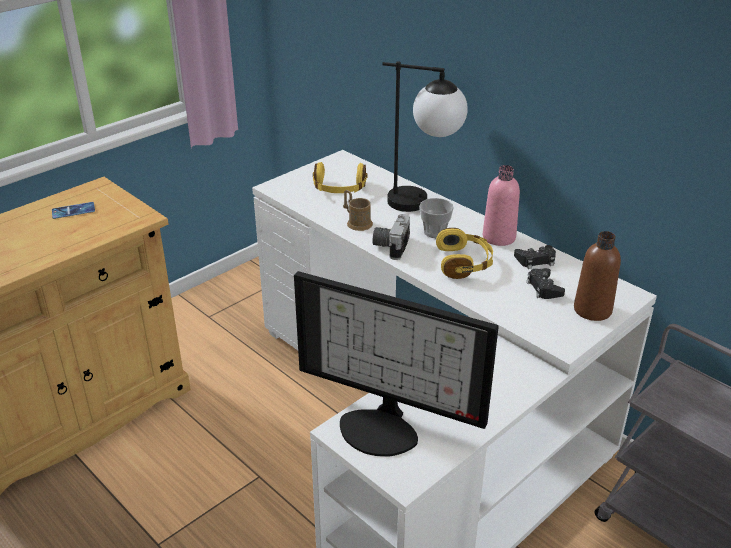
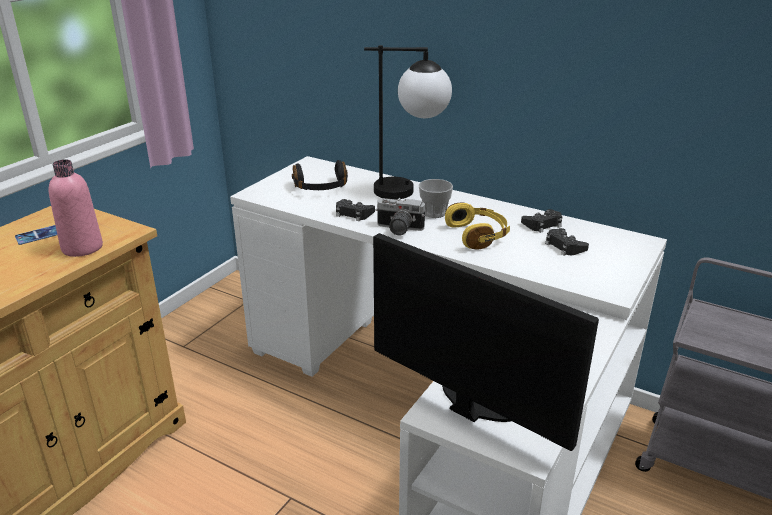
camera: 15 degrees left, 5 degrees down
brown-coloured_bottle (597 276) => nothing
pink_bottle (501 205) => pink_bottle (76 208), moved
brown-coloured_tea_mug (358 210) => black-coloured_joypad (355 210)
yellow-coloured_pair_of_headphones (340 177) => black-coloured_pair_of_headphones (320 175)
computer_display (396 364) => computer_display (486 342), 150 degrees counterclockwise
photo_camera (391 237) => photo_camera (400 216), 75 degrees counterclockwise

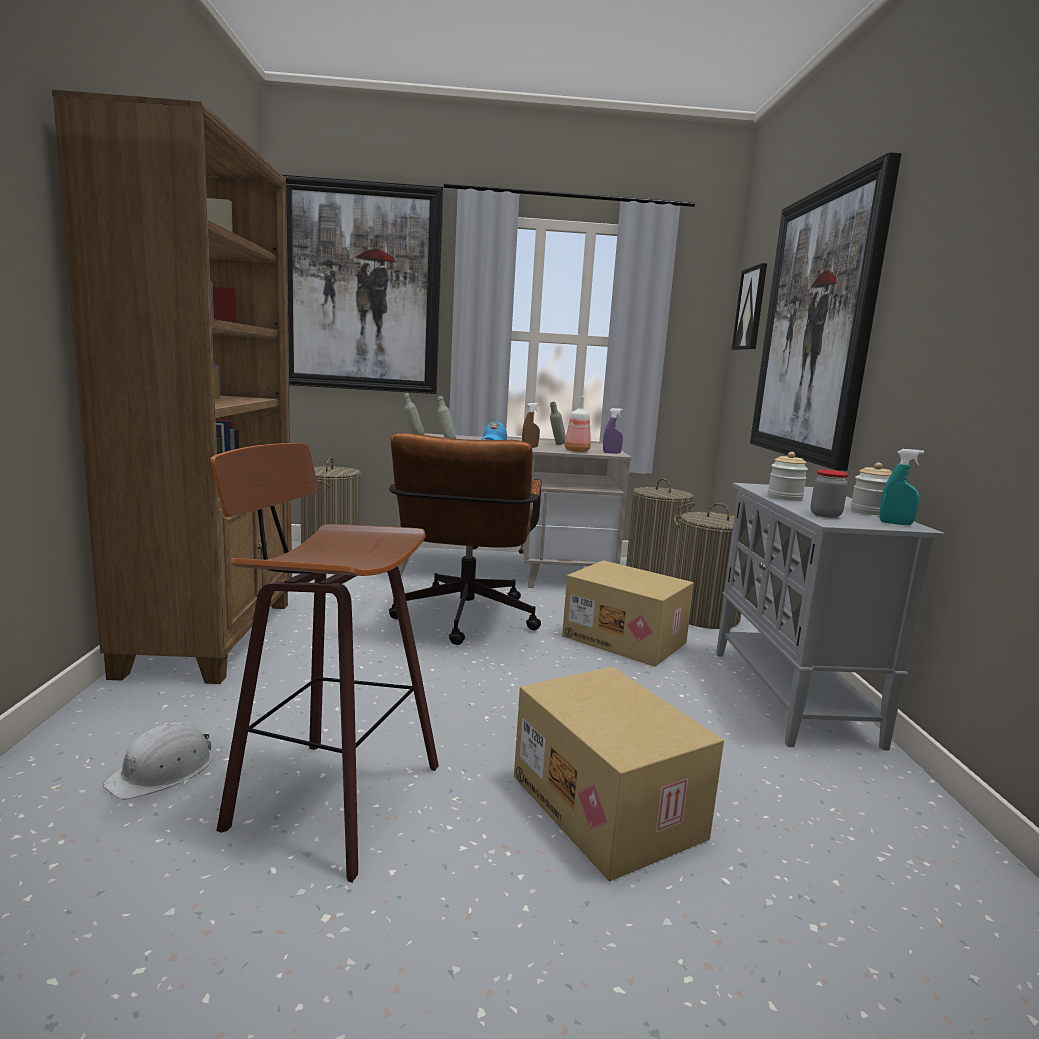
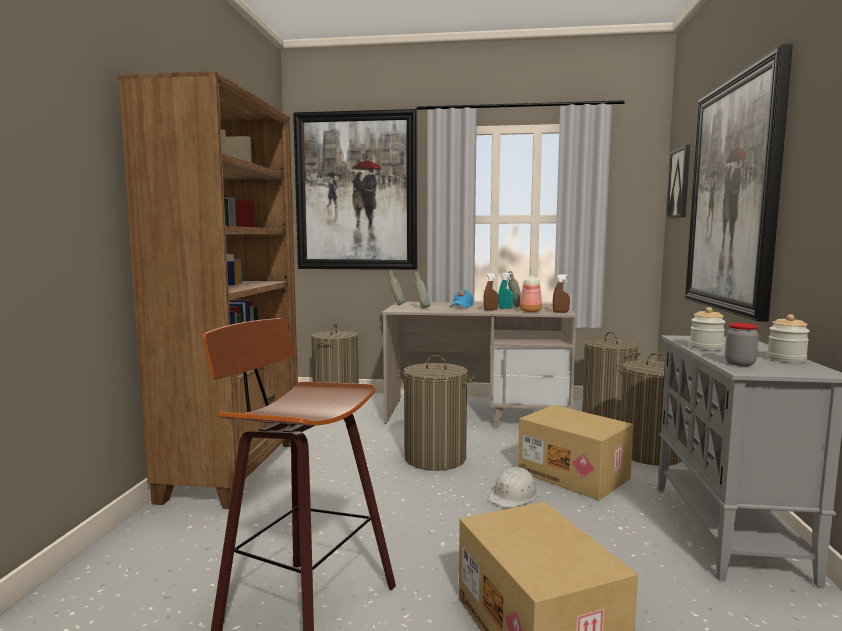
camera: 10 degrees right, 5 degrees down
whitish_work_helmet (157 761) => whitish_work_helmet (513 487), moved
turquoise-coloured_sprayer (902 487) => turquoise-coloured_sprayer (506 291), moved
brown-coloured_computer_chair (465 539) => washing_basket (436 413)
purplish_sprayer (613 431) => brown-coloured_sprayer (561 293)

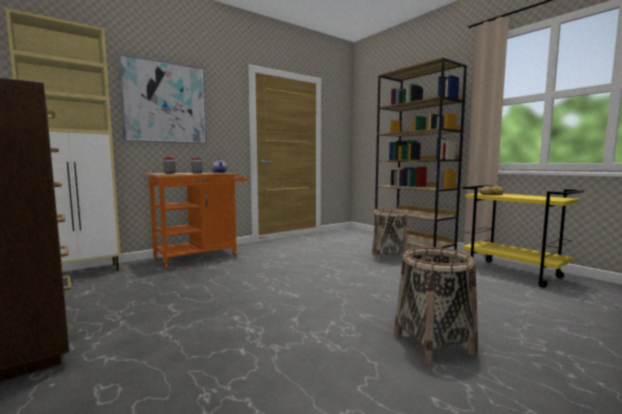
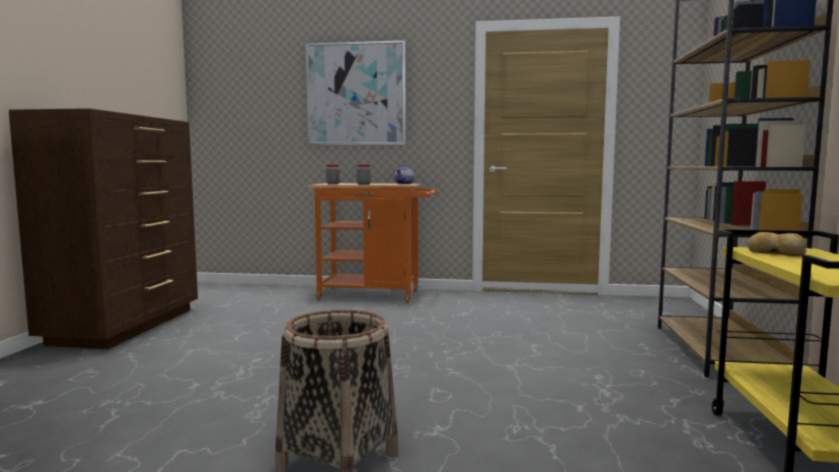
camera: 45 degrees right, 0 degrees up
beige-coloured_cupboard (63 139) => nothing
basket (390 234) => nothing

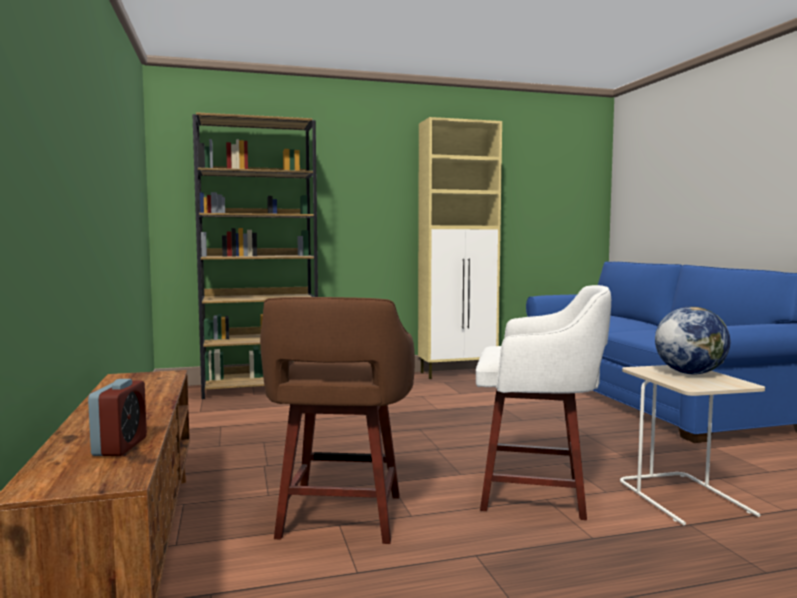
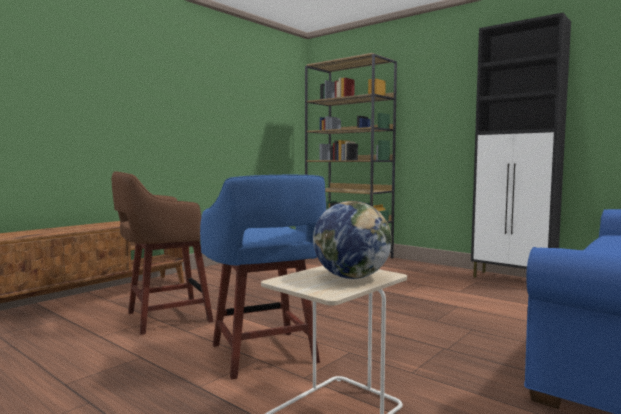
camera: 55 degrees right, 0 degrees up
table_clock (117 417) => nothing
beige-coloured_cupboard (460 248) => black-coloured_cupboard (521 145)
whitish_sitting_stool (543 402) => blue-coloured_sitting_stool (263 277)

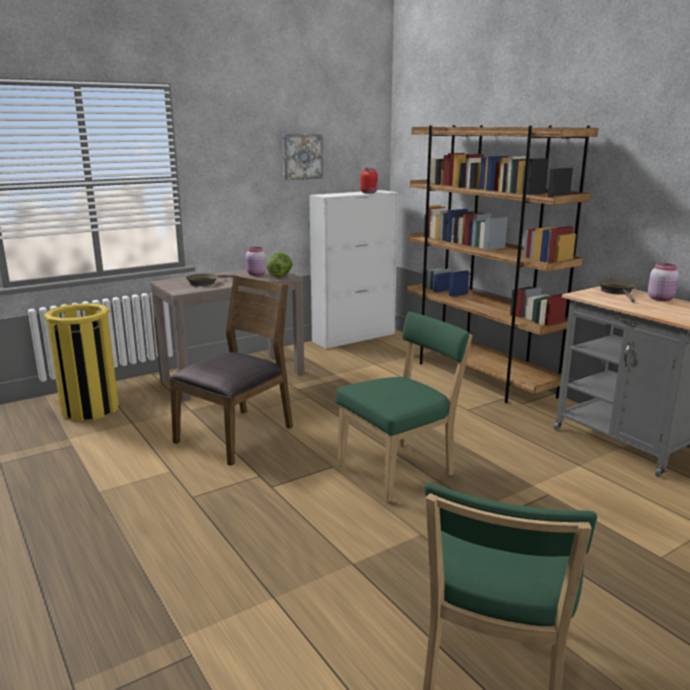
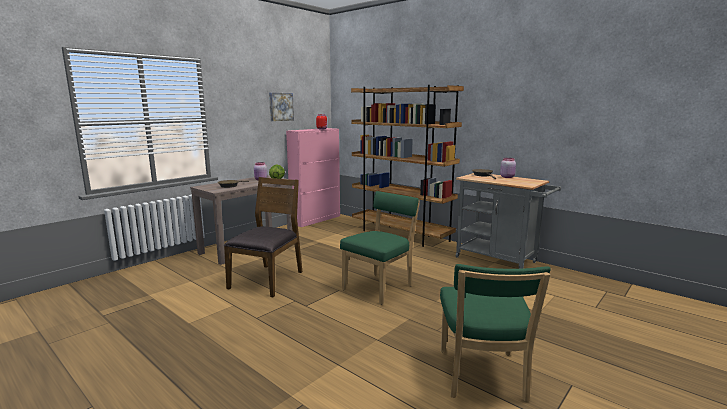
camera: 15 degrees left, 5 degrees down
yellow-coloured_trash_can (81 362) => nothing
whitish_cupboard (353 269) => pink_cupboard (313 177)

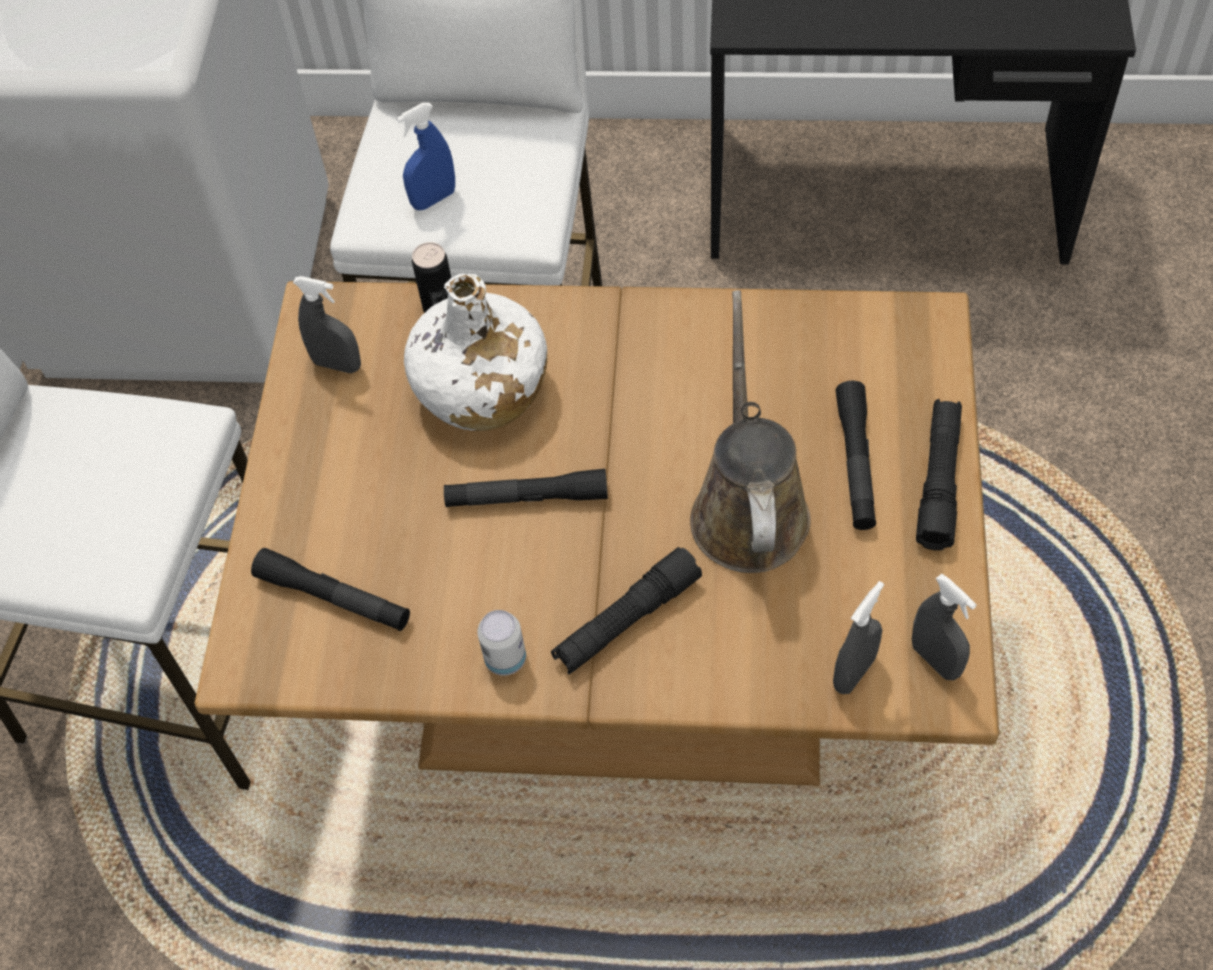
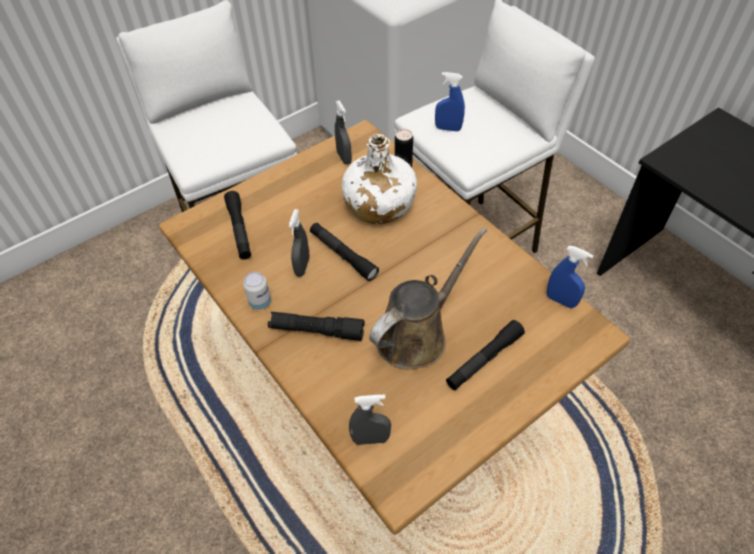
camera: 45 degrees right, 5 degrees down
black-coloured_flashlight (939 474) => nothing
nothing => blue-coloured_sprayer (570 277)
grey_sprayer (944 627) => grey_sprayer (299 243), moved

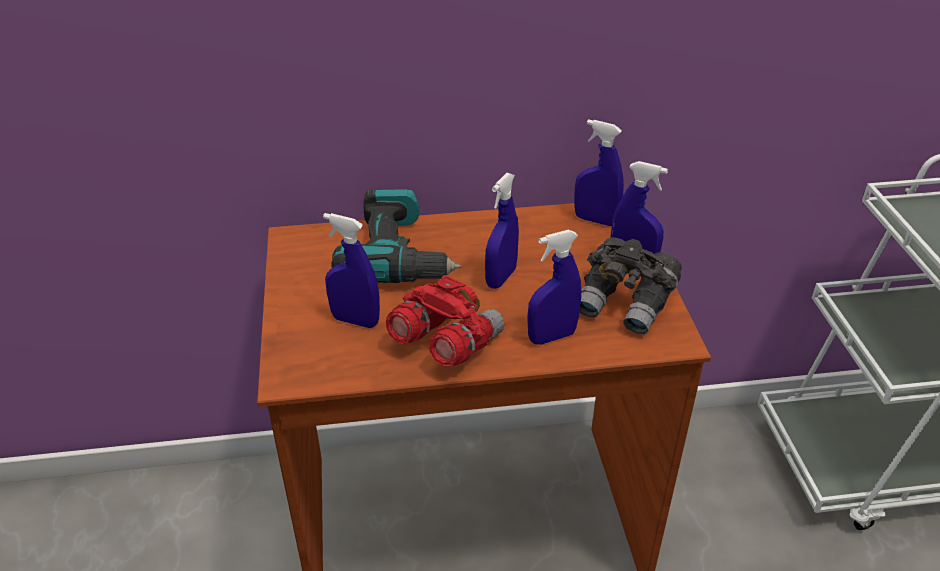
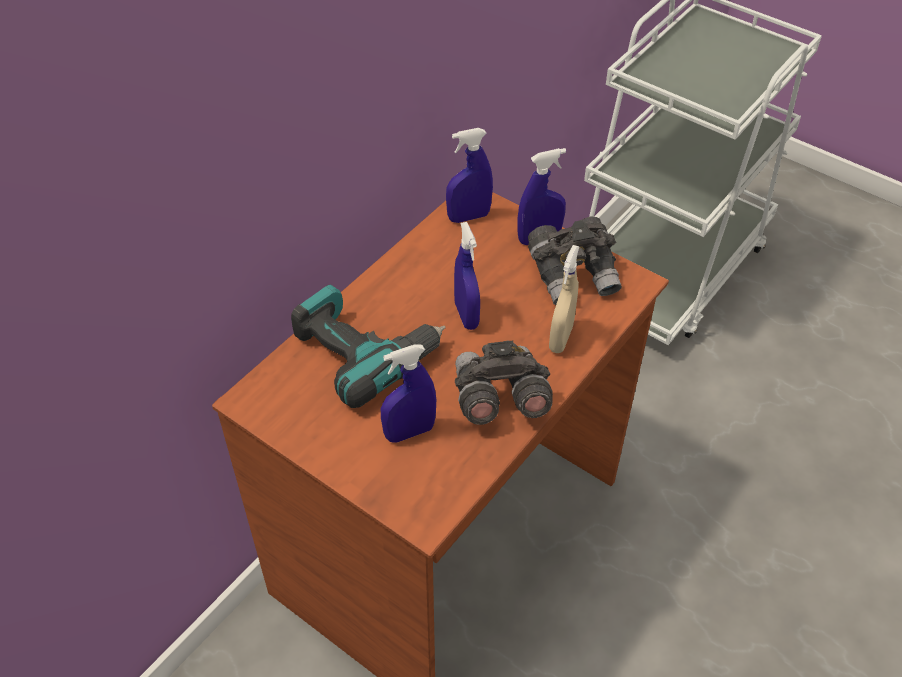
camera: 45 degrees left, 10 degrees up
red-coloured_pair_of_binoculars (445 320) => grey_pair_of_binoculars (504 382)
blue-coloured_sprayer (554 287) => beige-coloured_sprayer (564 299)

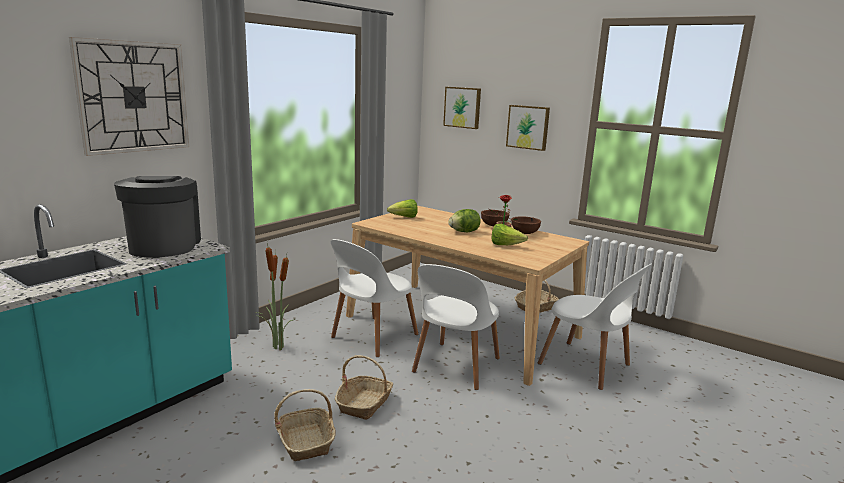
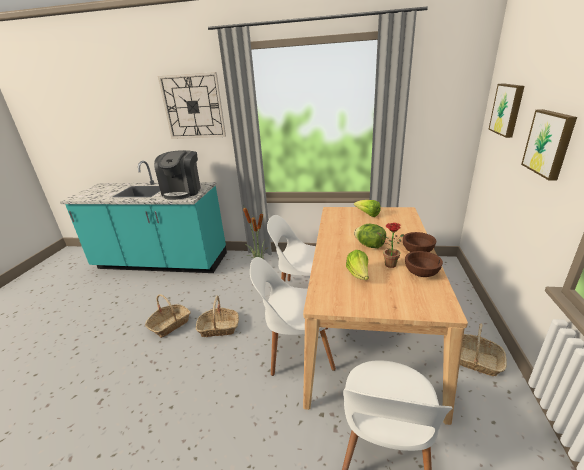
camera: 65 degrees right, 10 degrees up
coffee_maker (157 216) => coffee_maker (177 175), 135 degrees clockwise

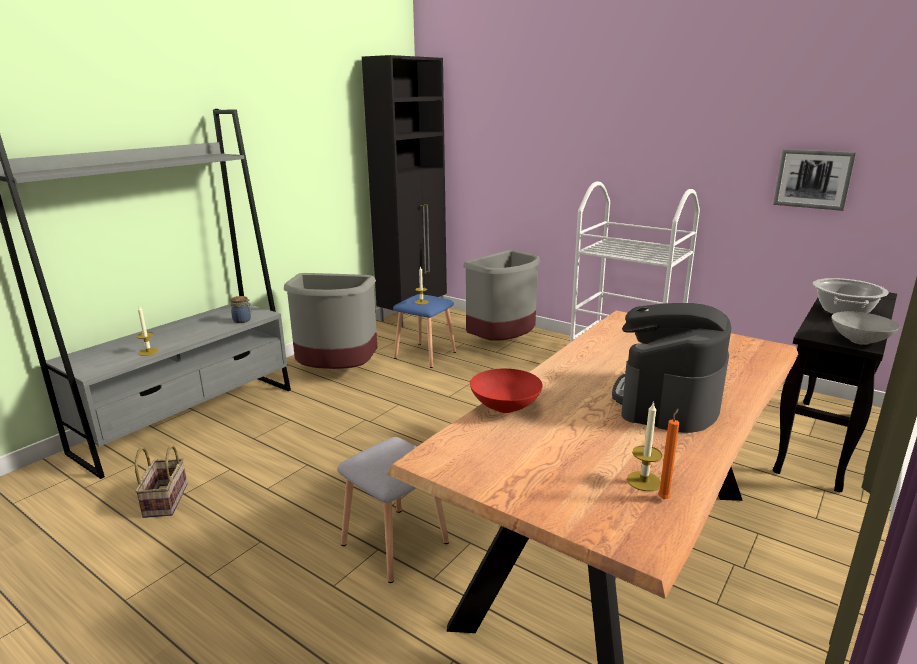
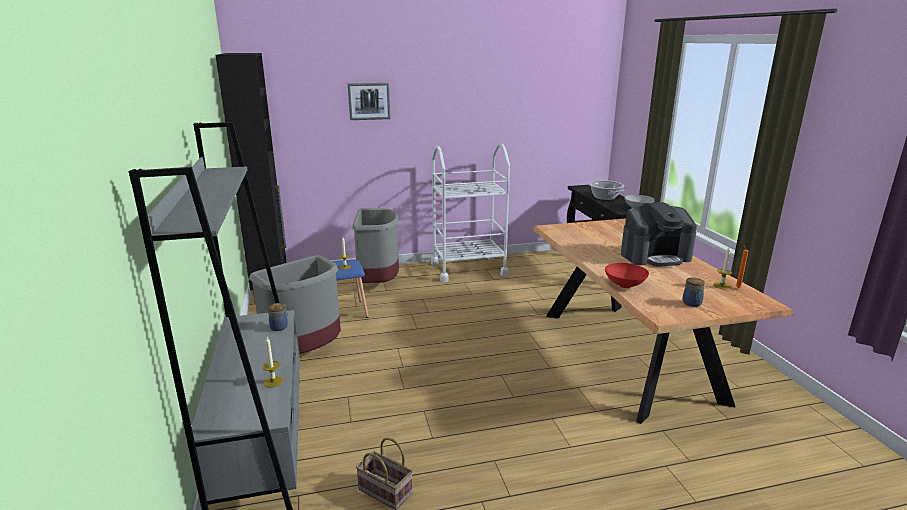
camera: 50 degrees left, 0 degrees up
grey_sitting_stool (393 510) => nothing
nothing => storage_jar (694 292)
wall_picture (814 180) => wall_picture (369 101), moved
coffee_maker (672 368) => coffee_maker (659 234), 75 degrees counterclockwise

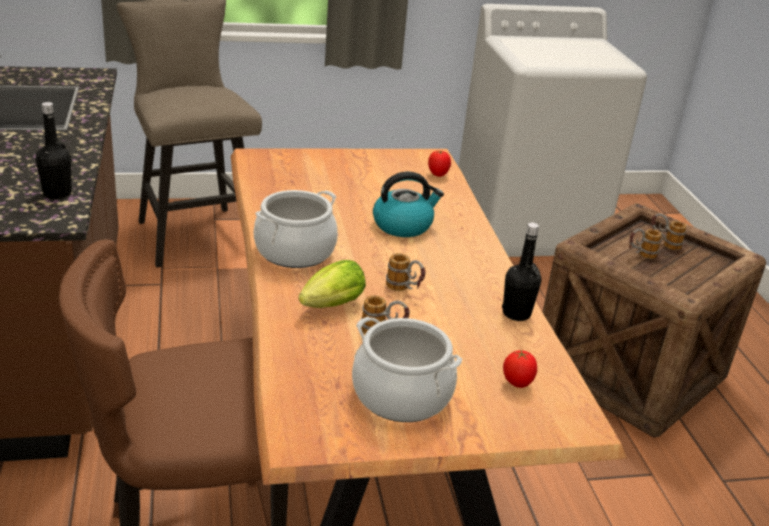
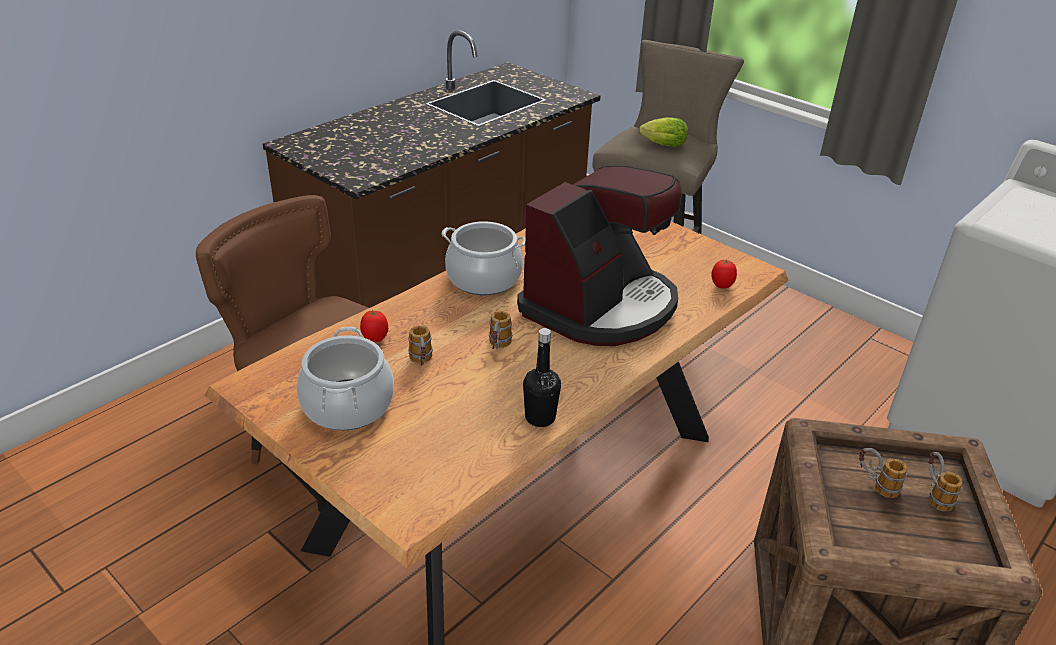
camera: 55 degrees right, 5 degrees up
black-coloured_bottle (53 150) => nothing
head_of_lettuce (332 284) => head_of_lettuce (663 132), moved
whole_tomato (520 369) => whole_tomato (374 326), moved
kettle (408 204) => coffee_maker (599 256)

